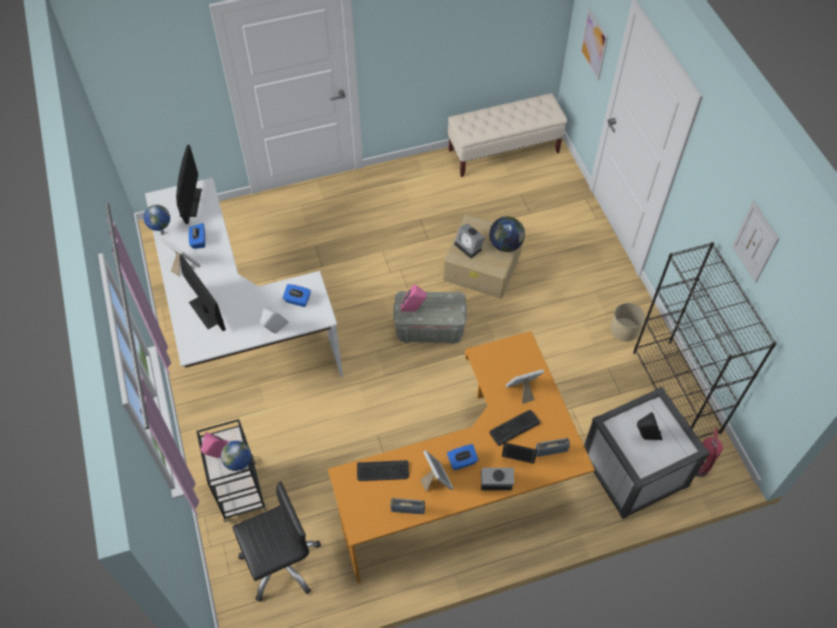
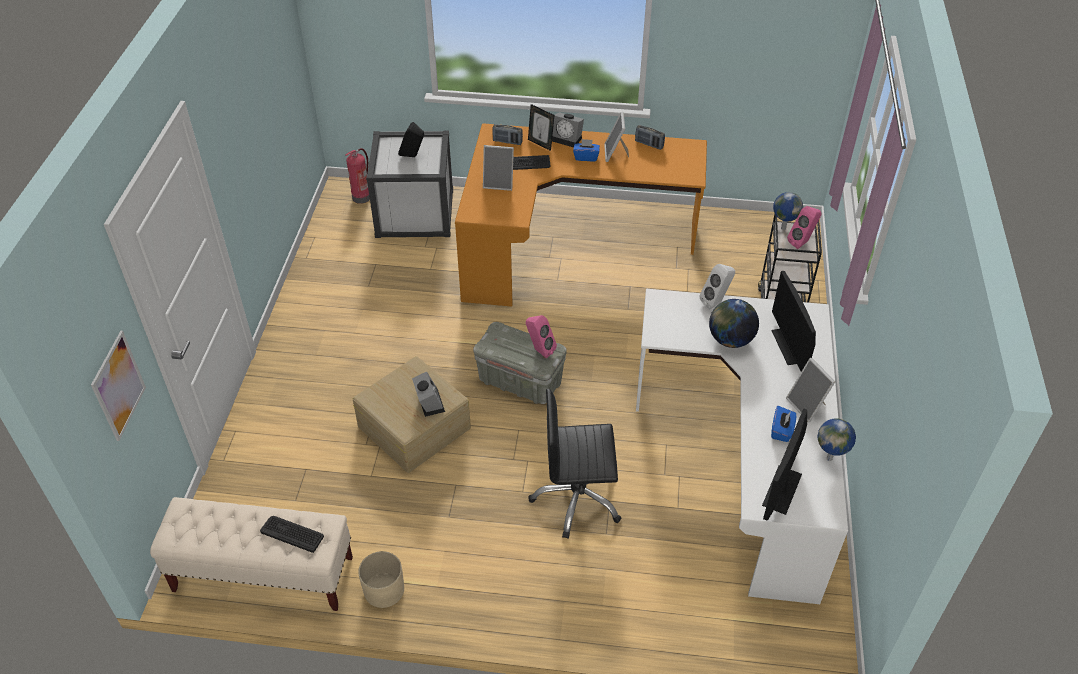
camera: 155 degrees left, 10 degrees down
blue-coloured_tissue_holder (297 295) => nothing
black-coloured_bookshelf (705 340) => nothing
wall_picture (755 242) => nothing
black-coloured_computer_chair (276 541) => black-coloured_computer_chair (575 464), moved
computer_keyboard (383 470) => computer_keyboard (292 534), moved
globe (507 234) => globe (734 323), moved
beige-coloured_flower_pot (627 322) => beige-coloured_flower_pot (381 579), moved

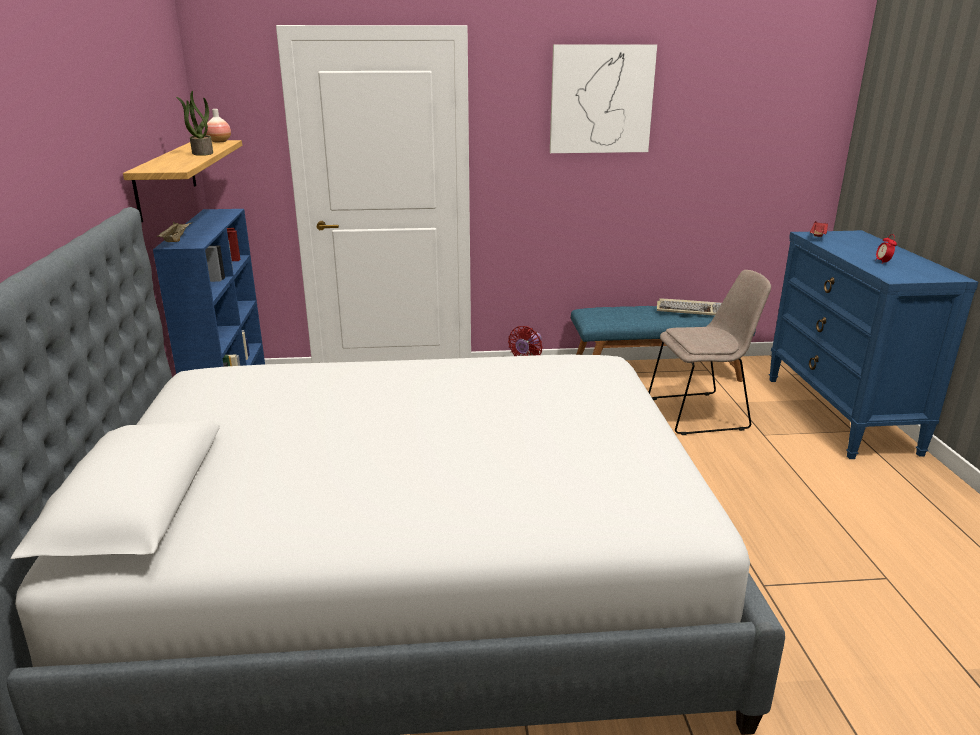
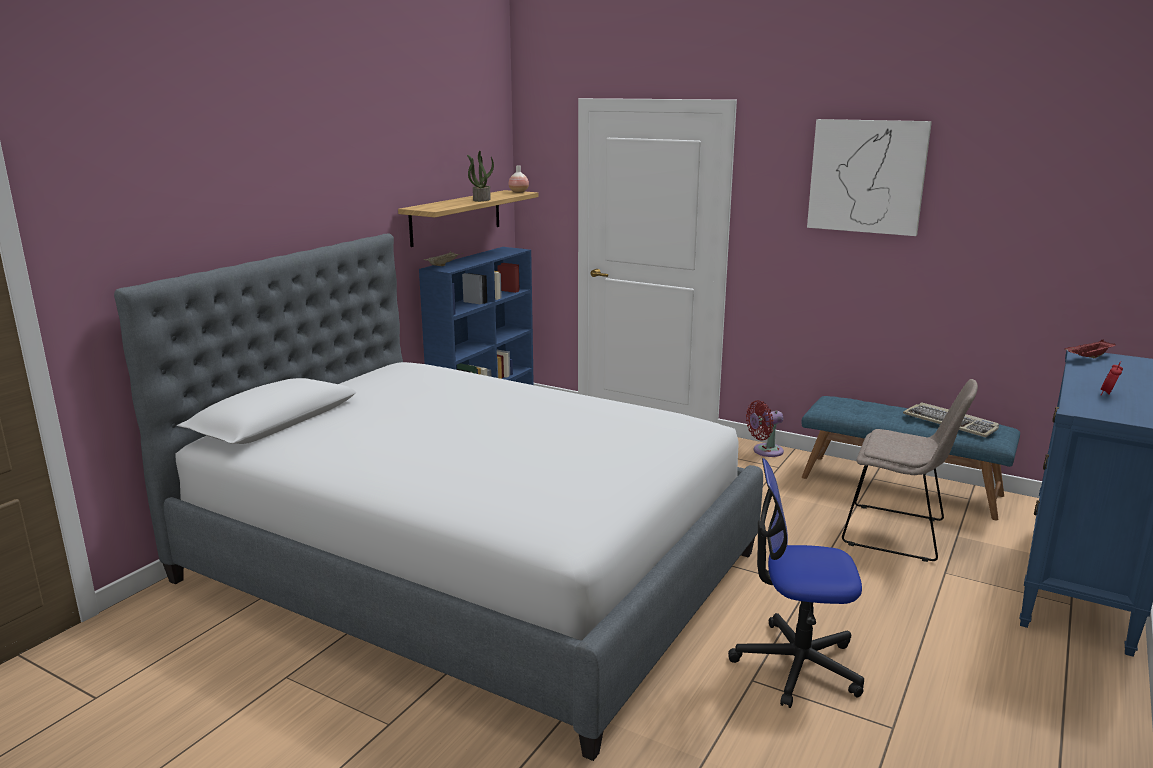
camera: 35 degrees right, 5 degrees down
nothing => computer_chair (796 583)

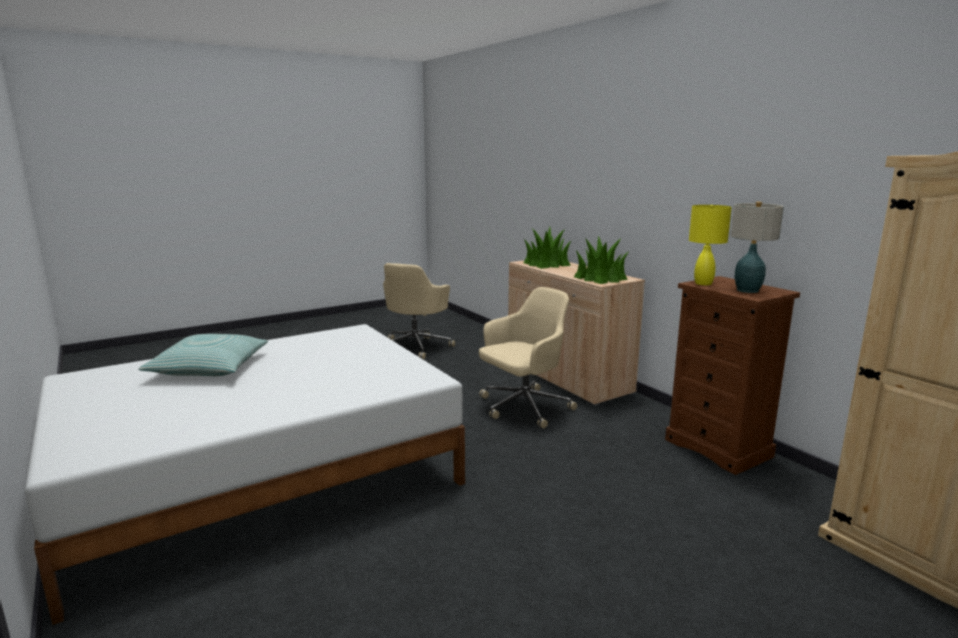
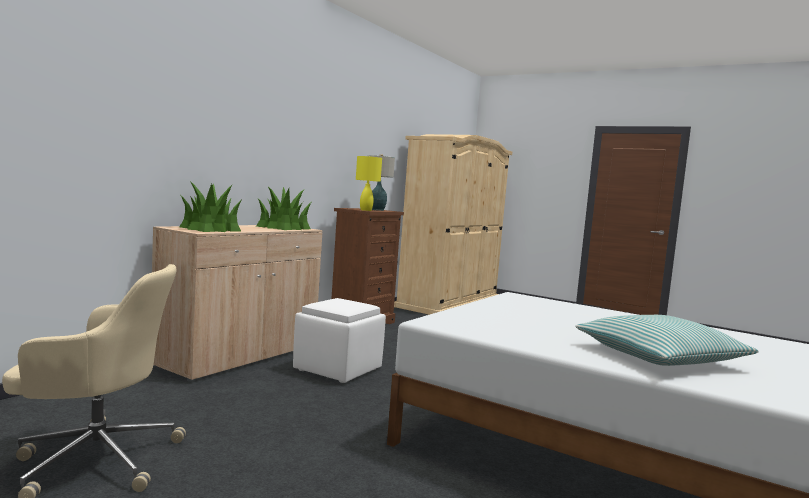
camera: 115 degrees left, 10 degrees down
beige-coloured_computer_chair (528 357) => whitish_pouffe (339 340)

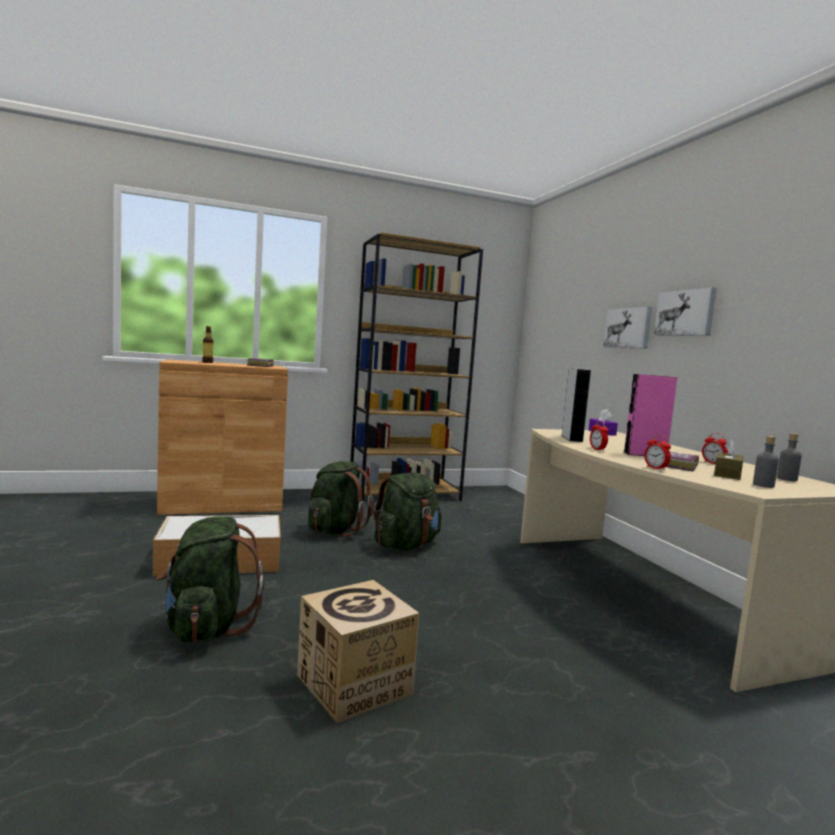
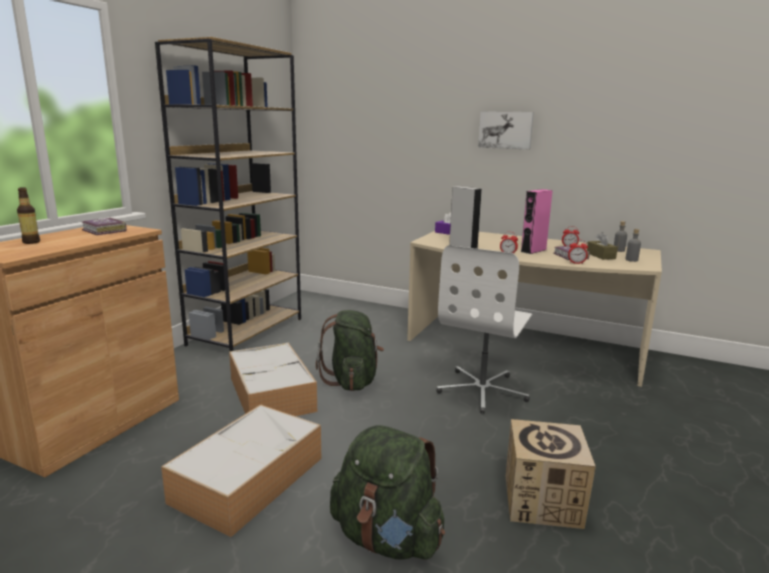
camera: 45 degrees left, 10 degrees up
wall_picture (627 328) => nothing
nothing => whitish_computer_chair (485 329)
green_knapsack (340 499) => storage_bin (273 379)

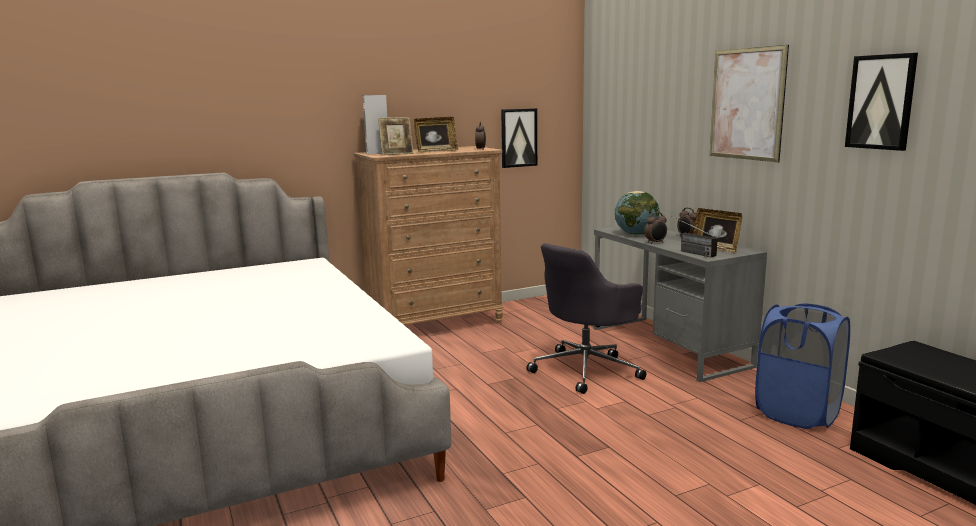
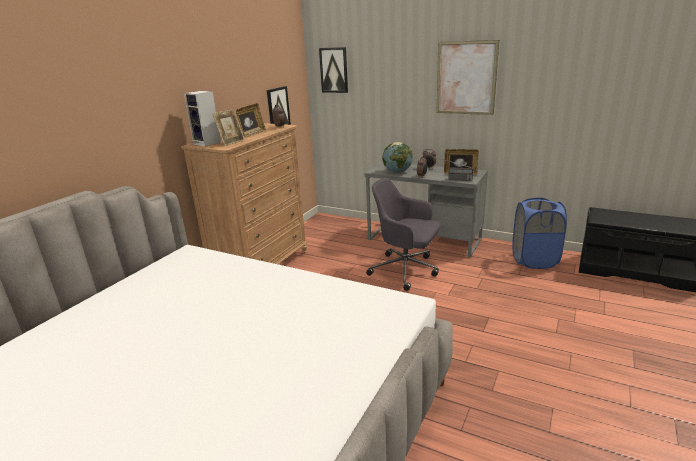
camera: 35 degrees left, 10 degrees up
wall_picture (881 102) => wall_picture (333 70), moved
grey_computer_chair (586 318) => grey_computer_chair (403 234), 105 degrees clockwise

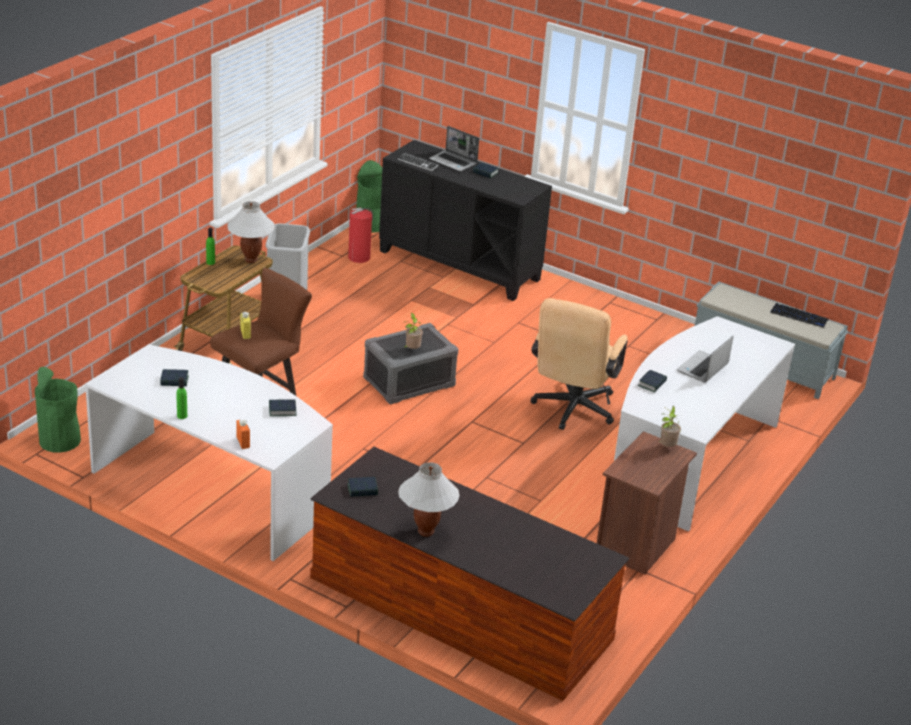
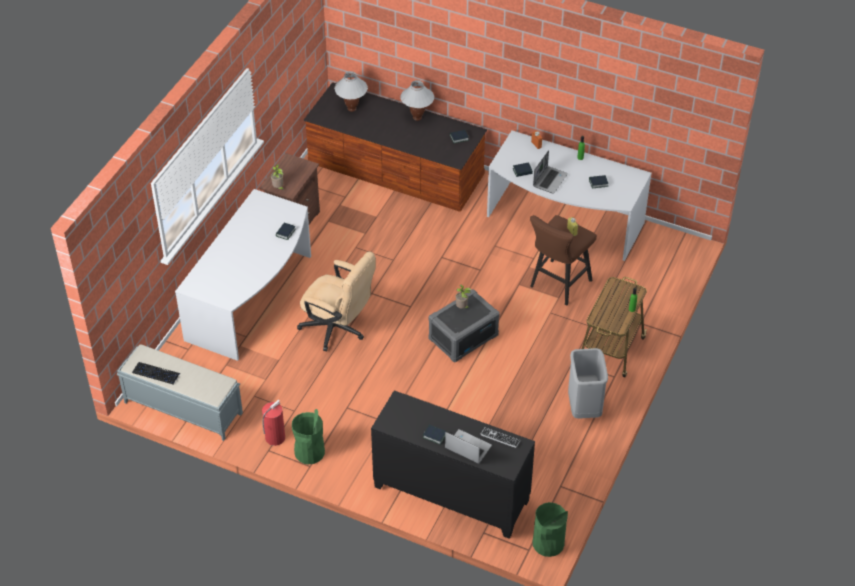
camera: 175 degrees right, 15 degrees up
green_trash_can (58 410) => green_trash_can (308 436), moved
whitish_tabletop_lamp (251 232) => whitish_tabletop_lamp (351 91), moved
fire-fighting_cylinder (360 235) => fire-fighting_cylinder (273 423), moved
portable_computer (705 359) => portable_computer (550 172), moved
beige-coloured_computer_chair (579 364) => beige-coloured_computer_chair (336 301), 105 degrees clockwise

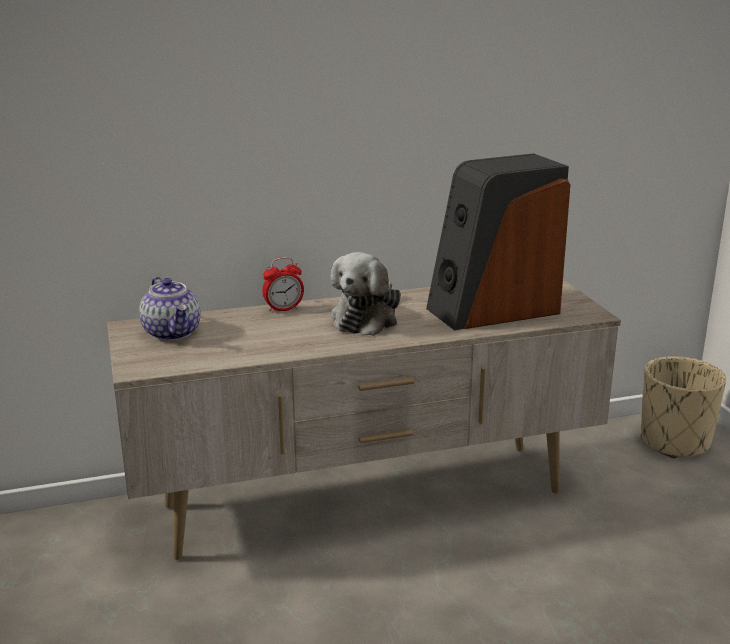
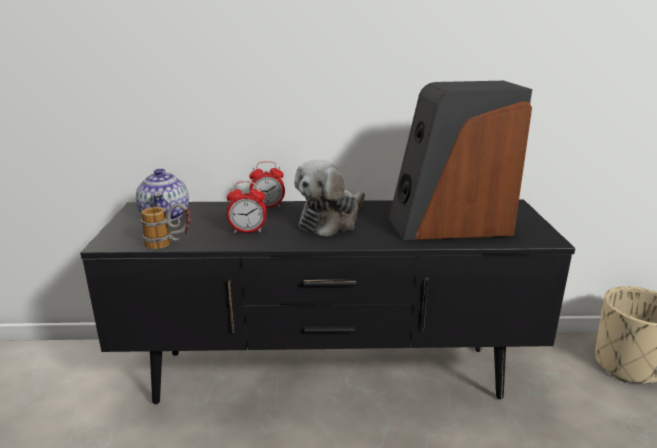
camera: 15 degrees right, 0 degrees up
nothing => tea_mug (166 226)
nothing => table_clock (247 207)
beige-coloured_media_console (364 419) => black-coloured_media_console (327 301)

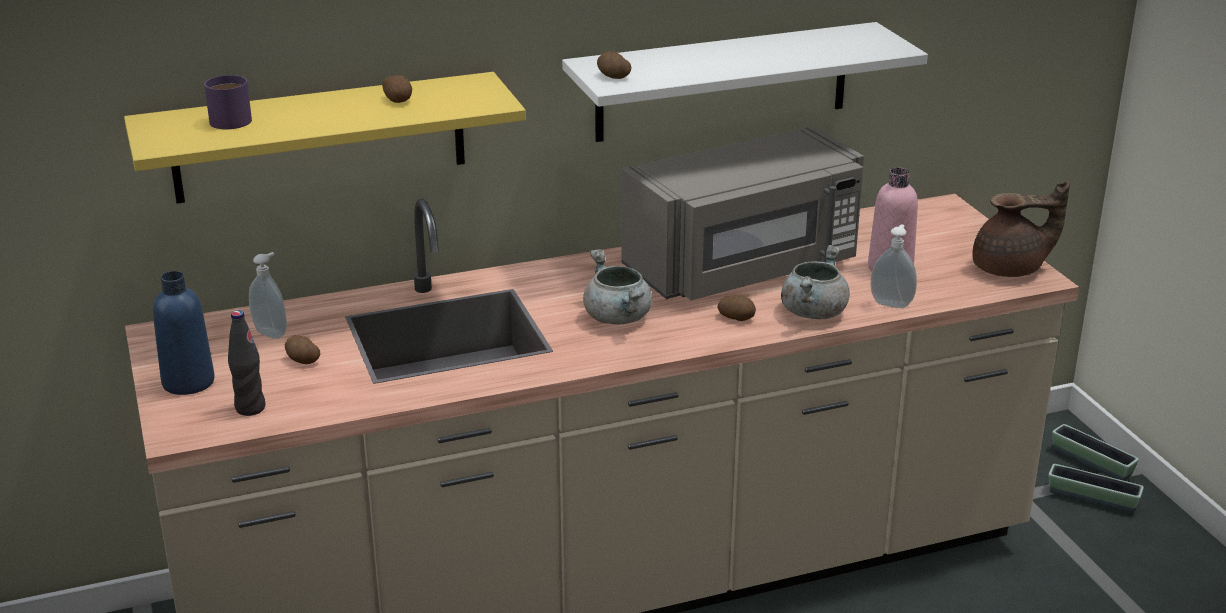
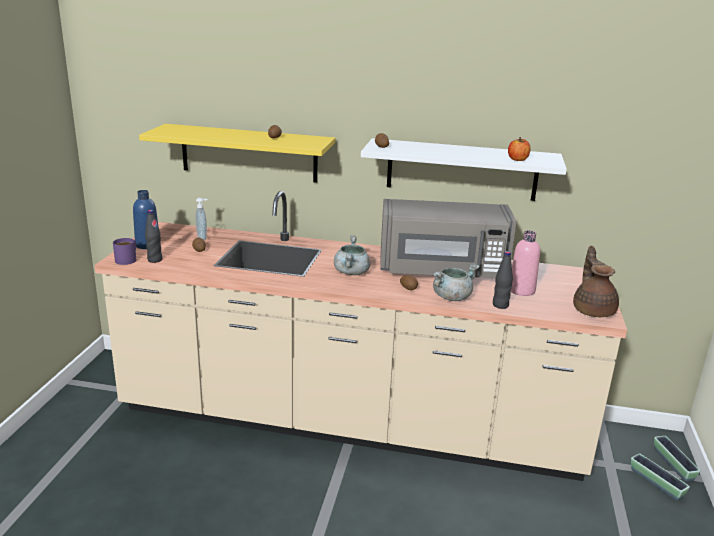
camera: 30 degrees right, 5 degrees down
nothing => apple (519 149)
purplish_tea_mug (228 102) => purplish_tea_mug (125 251), moved
soap_dispenser (893 266) => black-coloured_bottle (503 280)
brown-coloured_tea_pot (1021 229) => brown-coloured_tea_pot (596 281), 120 degrees counterclockwise

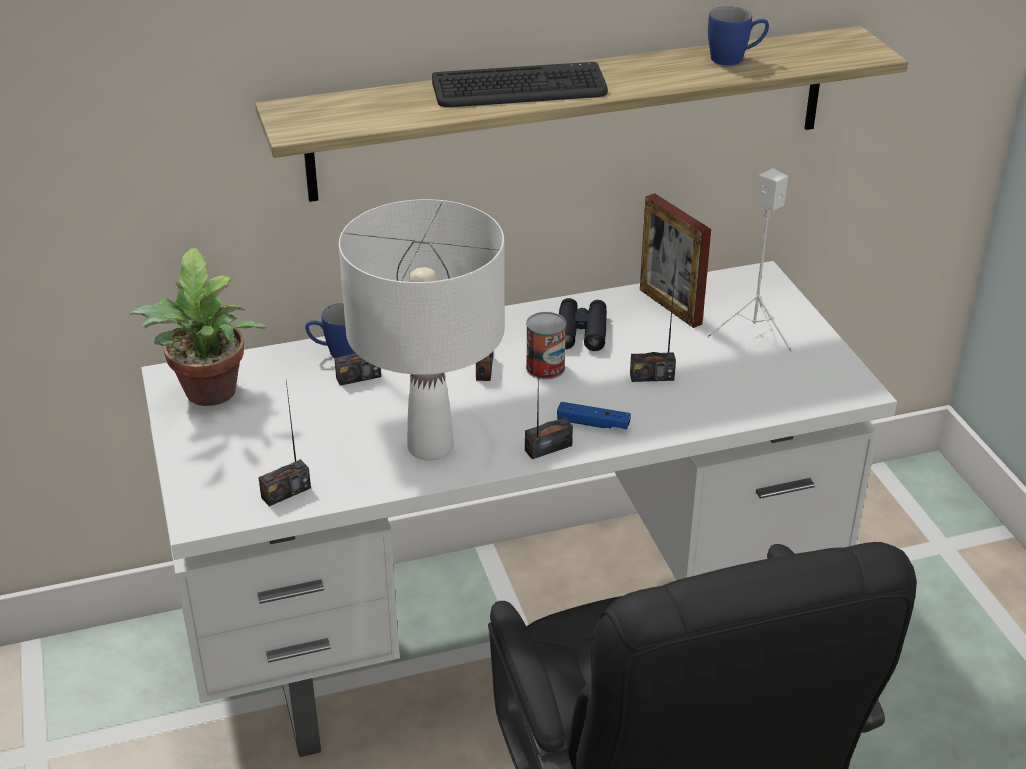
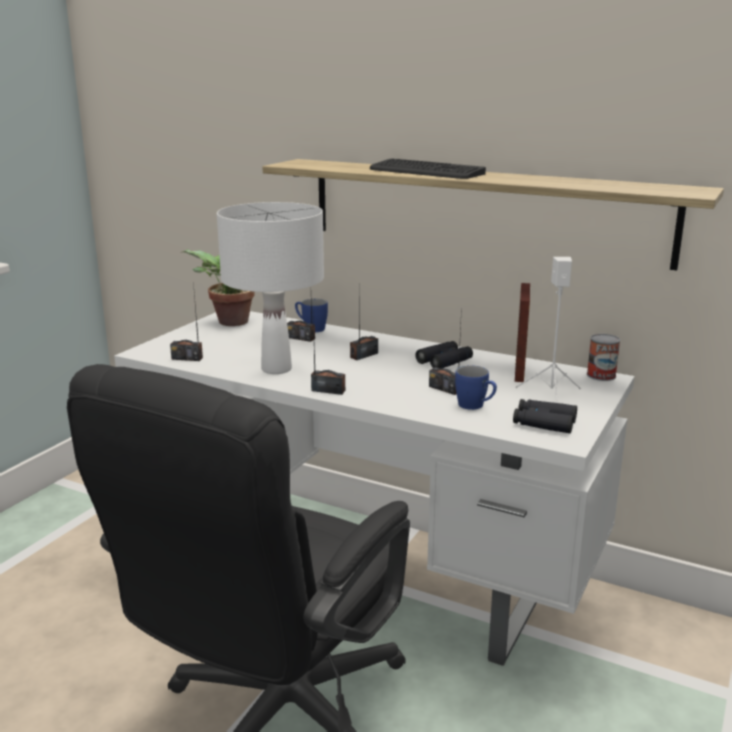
camera: 45 degrees right, 15 degrees down
blue-coloured_joypad (594 415) => nothing
nothing => black-coloured_pair_of_binoculars (545 416)
can (546 346) => can (603 357), moved
blue-coloured_tea_mug (738 35) => blue-coloured_tea_mug (476 387), moved

